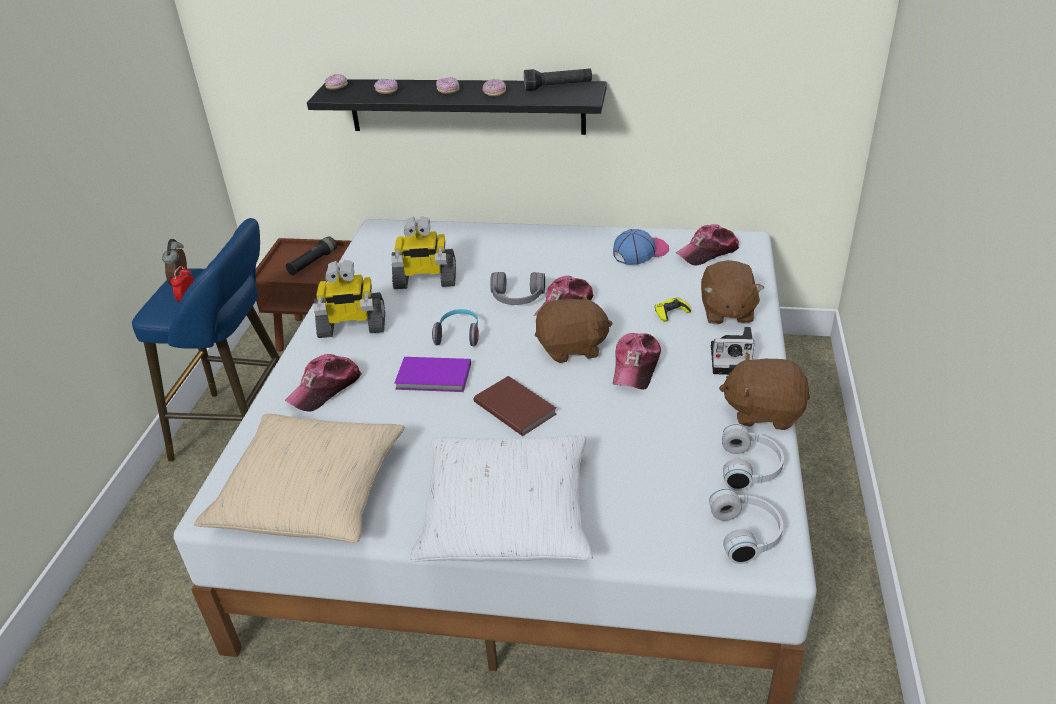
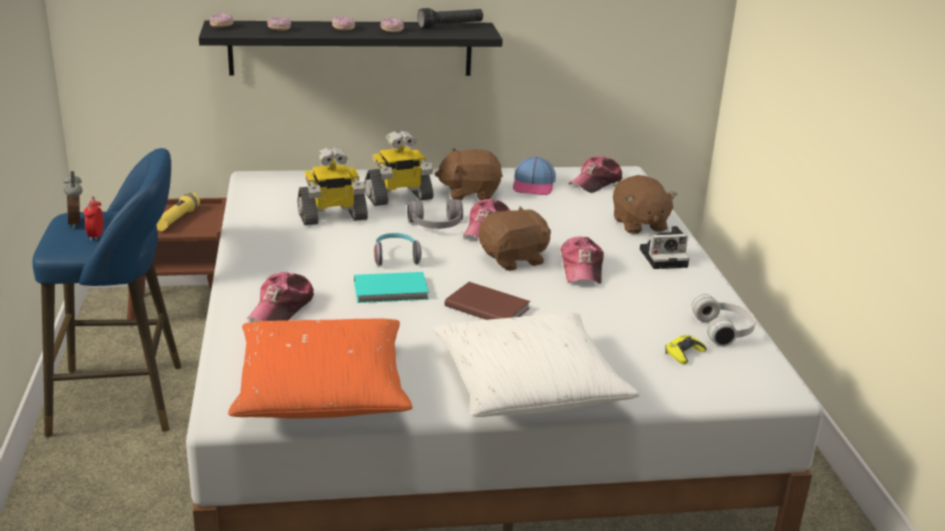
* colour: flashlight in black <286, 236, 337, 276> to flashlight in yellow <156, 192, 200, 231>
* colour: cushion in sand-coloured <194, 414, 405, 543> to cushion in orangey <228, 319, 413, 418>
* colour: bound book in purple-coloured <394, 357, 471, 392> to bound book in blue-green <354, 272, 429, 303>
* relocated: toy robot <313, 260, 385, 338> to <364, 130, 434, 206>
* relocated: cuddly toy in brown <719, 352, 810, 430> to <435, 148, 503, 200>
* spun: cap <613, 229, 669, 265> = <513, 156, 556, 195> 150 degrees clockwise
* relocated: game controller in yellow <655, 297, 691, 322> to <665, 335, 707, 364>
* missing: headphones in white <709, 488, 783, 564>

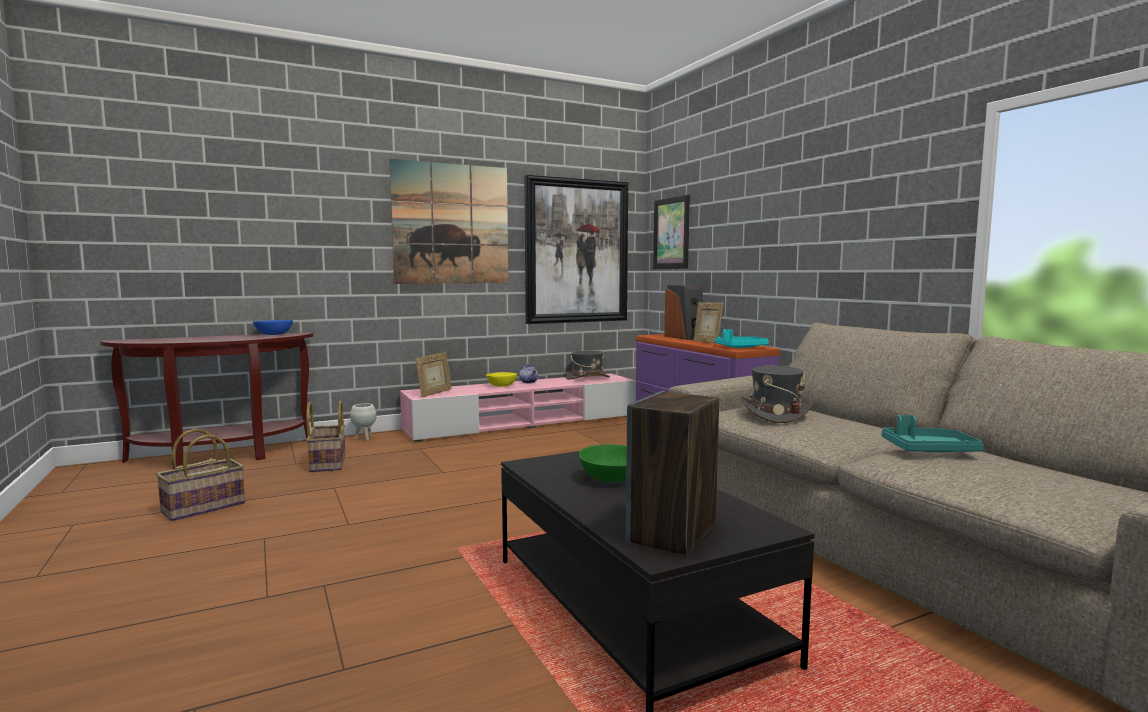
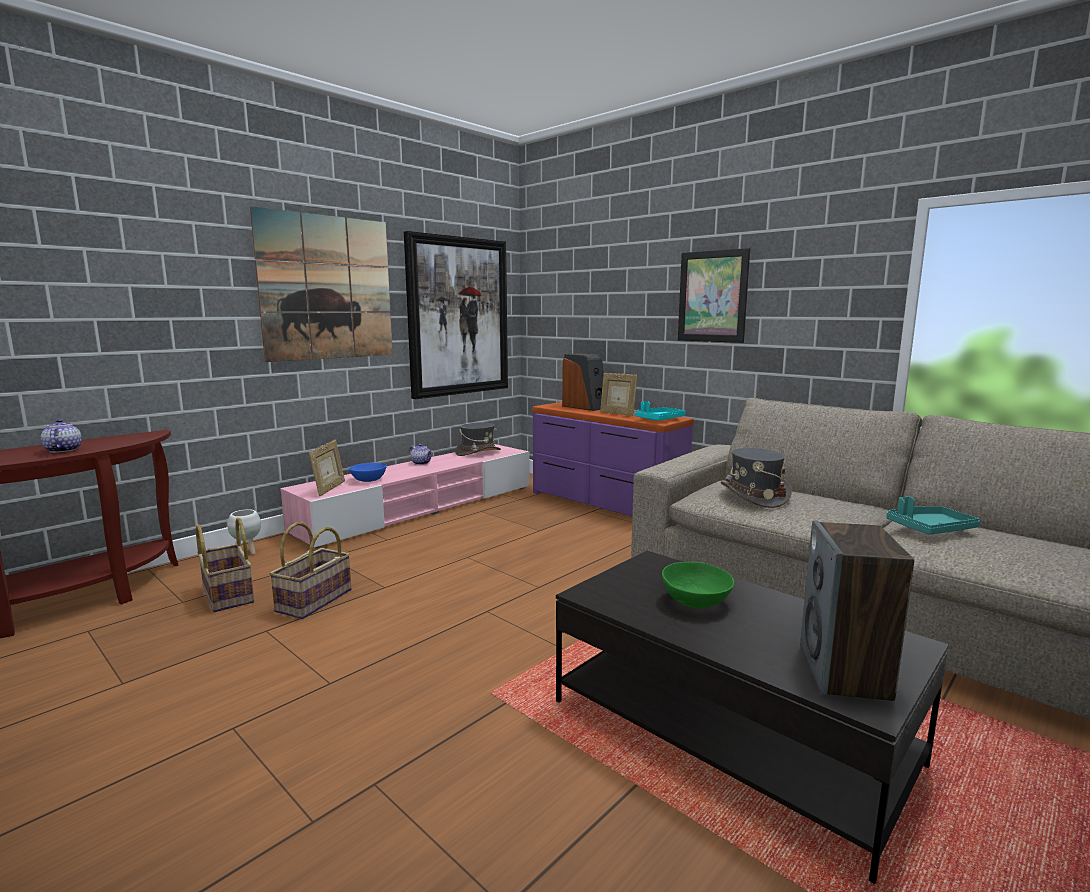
* appeared: tea pot <41, 419, 82, 453>
* relocated: household basket <156, 428, 245, 521> to <269, 522, 351, 619>
* relocated: serving bowl in blue <253, 320, 293, 335> to <349, 463, 387, 482>
* relocated: wall picture <653, 195, 690, 269> to <678, 248, 750, 343>
* missing: serving bowl in yellow <486, 372, 517, 387>

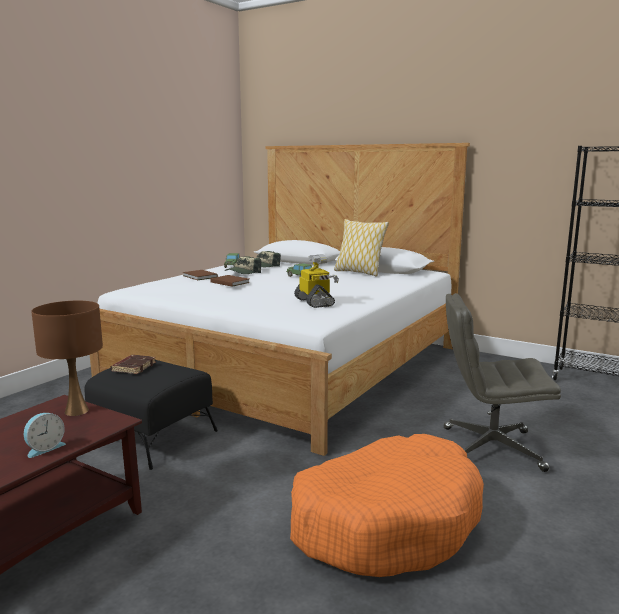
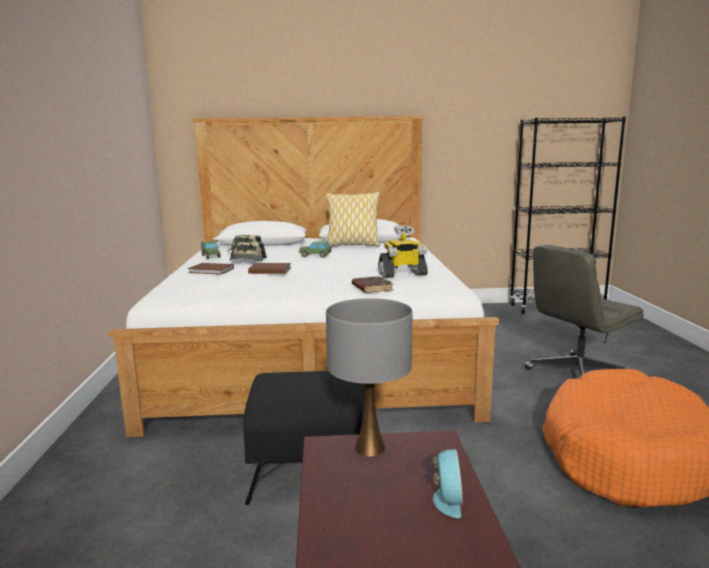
* colour: lamp for a table in brown <31, 301, 103, 416> to lamp for a table in greyish <326, 298, 412, 457>
* relocated: bound book in brown <111, 355, 156, 374> to <352, 276, 393, 293>
* spun: toy robot <294, 254, 339, 308> = <378, 225, 428, 278> 135 degrees clockwise

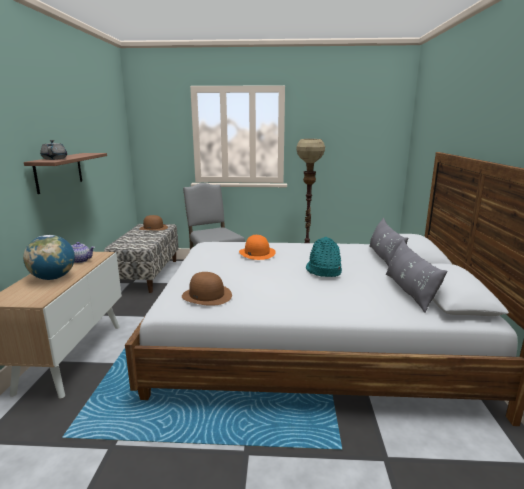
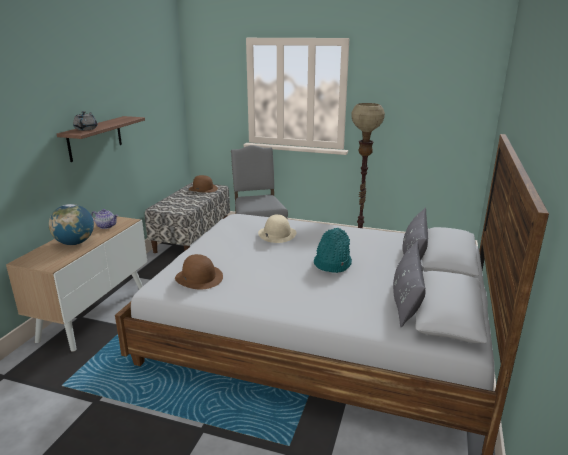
* colour: wearable hat in orangey <239, 235, 276, 260> to wearable hat in sand-coloured <258, 214, 297, 243>

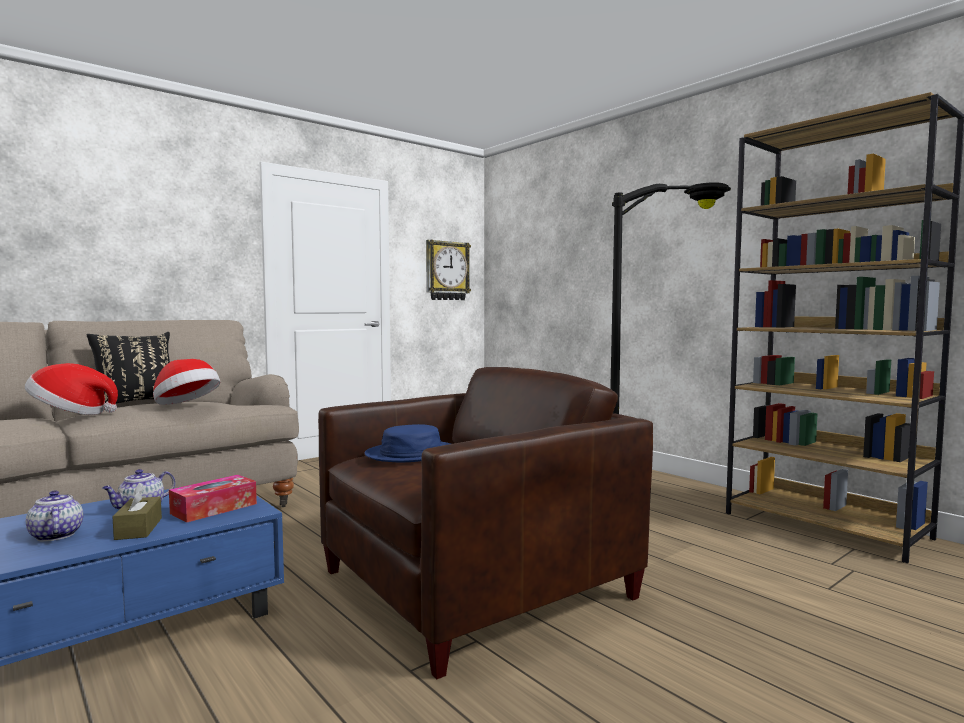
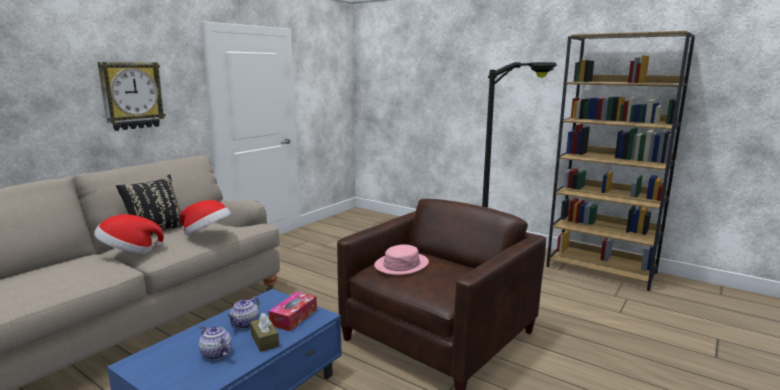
* relocated: hanging clock <426, 240, 471, 300> to <98, 62, 166, 131>
* colour: wearable hat in blue <365, 424, 451, 462> to wearable hat in pink <374, 244, 429, 275>

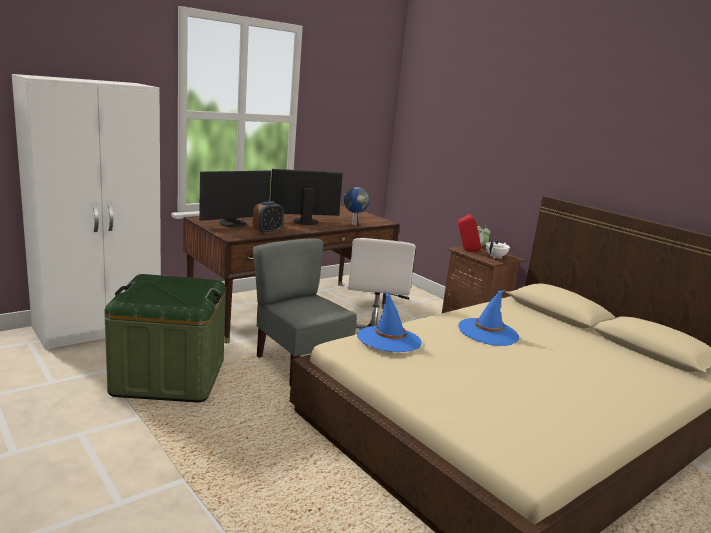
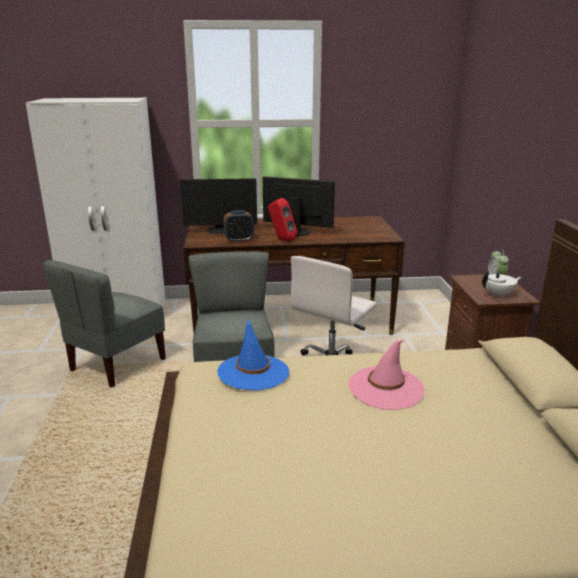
* exchanged: storage container in green-coloured <104, 274, 226, 403> to upright chair in greyish <43, 260, 166, 387>
* relocated: audio speaker in red <458, 214, 481, 251> to <268, 198, 298, 241>
* colour: wearable hat in blue <458, 290, 519, 346> to wearable hat in pink <349, 340, 424, 410>
* missing: desk globe <344, 187, 370, 225>

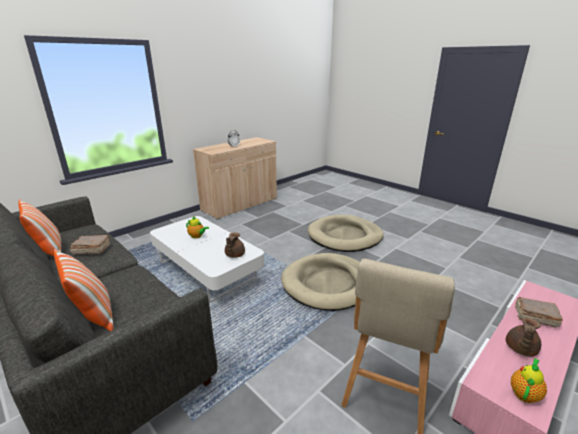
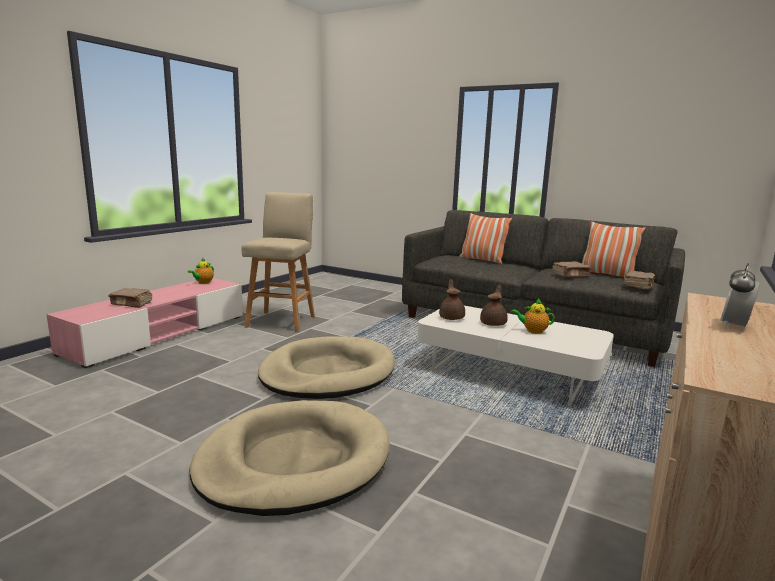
* relocated: tea pot in brown <506, 317, 541, 357> to <480, 285, 508, 326>
* appeared: bound book in brown <624, 270, 655, 290>

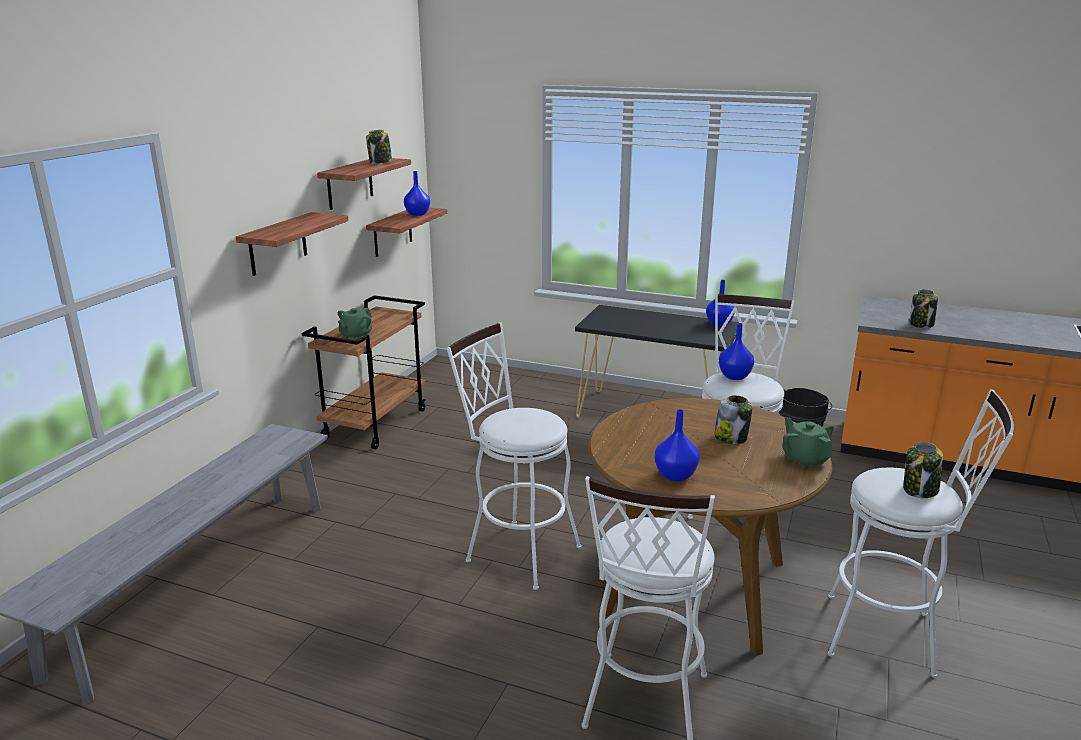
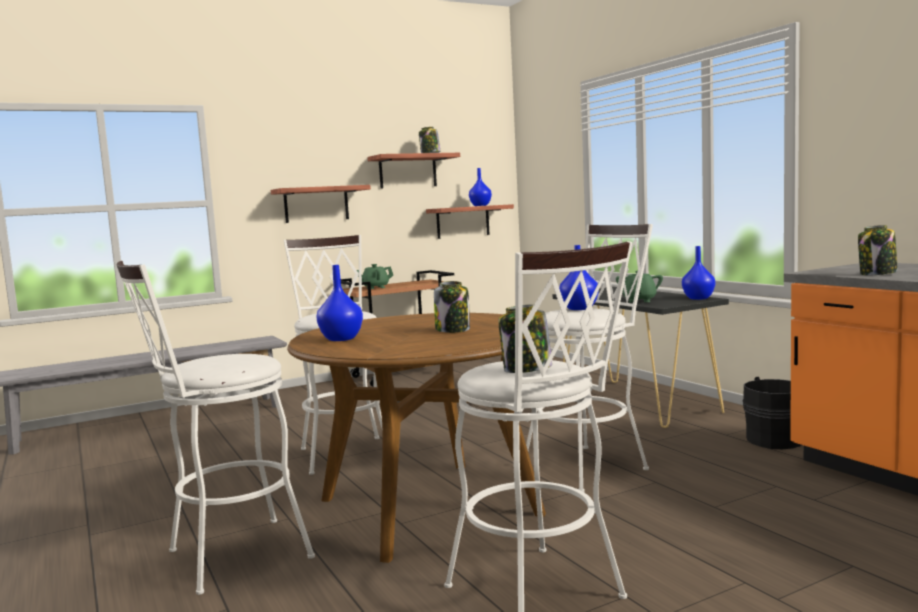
* relocated: tea pot in green-coloured <782, 417, 834, 468> to <616, 270, 663, 303>

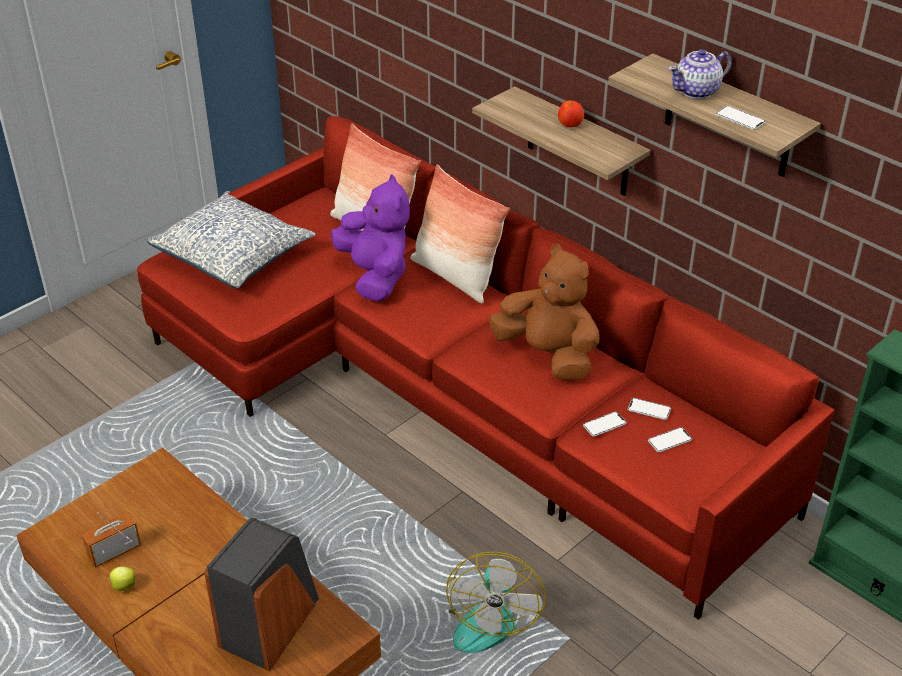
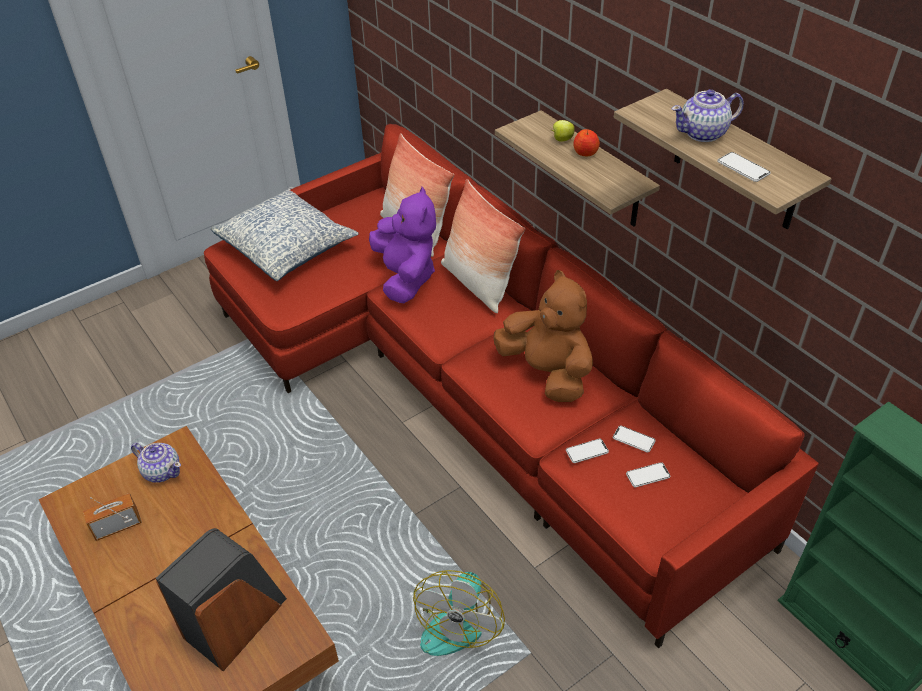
* appeared: tea pot <131, 443, 181, 483>
* relocated: apple fruit <108, 566, 135, 591> to <551, 120, 575, 142>

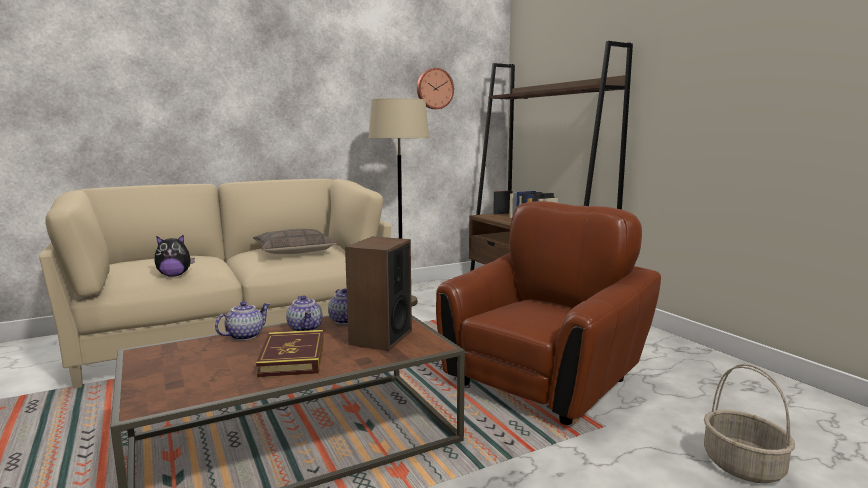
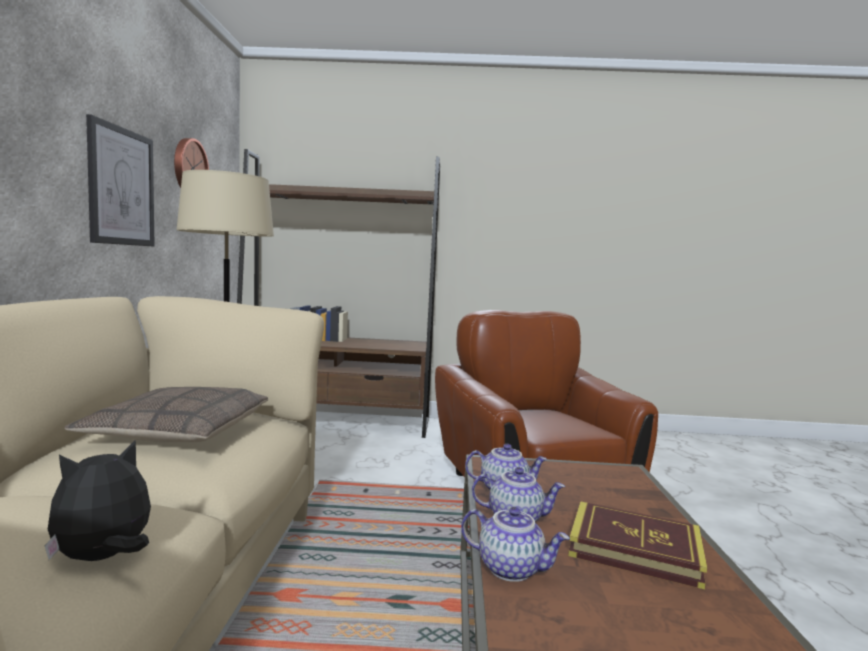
* spun: cuddly toy <154, 235, 195, 277> = <44, 441, 151, 561> 150 degrees counterclockwise
* appeared: wall picture <86, 114, 155, 246>
* spun: tea pot <215, 301, 270, 340> = <461, 507, 570, 582> 135 degrees clockwise
* missing: audio speaker <345, 237, 412, 351>
* missing: household basket <704, 364, 795, 483>

